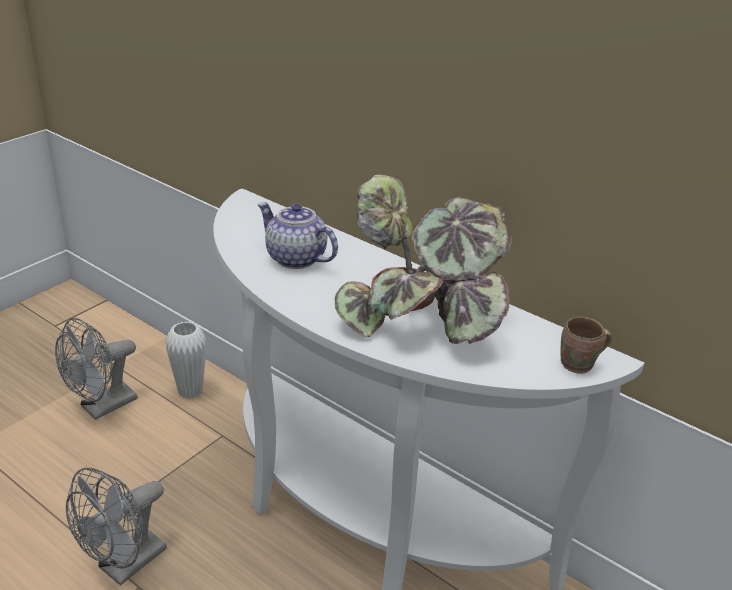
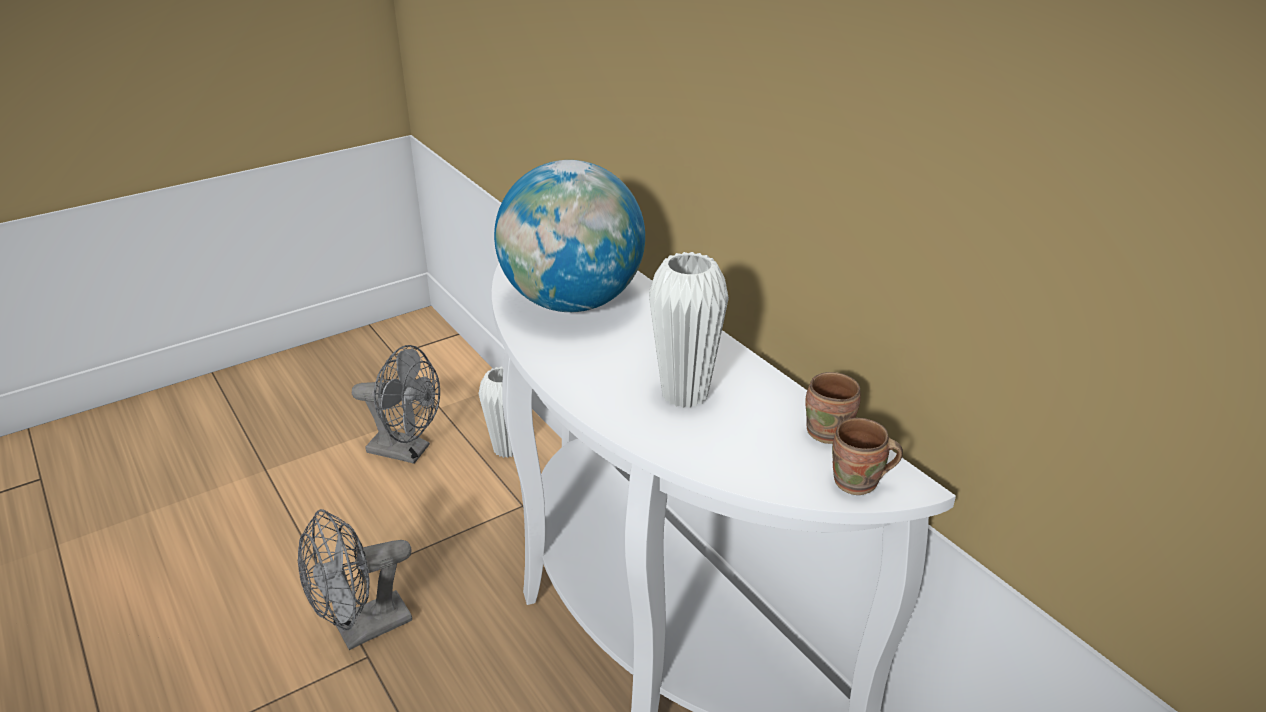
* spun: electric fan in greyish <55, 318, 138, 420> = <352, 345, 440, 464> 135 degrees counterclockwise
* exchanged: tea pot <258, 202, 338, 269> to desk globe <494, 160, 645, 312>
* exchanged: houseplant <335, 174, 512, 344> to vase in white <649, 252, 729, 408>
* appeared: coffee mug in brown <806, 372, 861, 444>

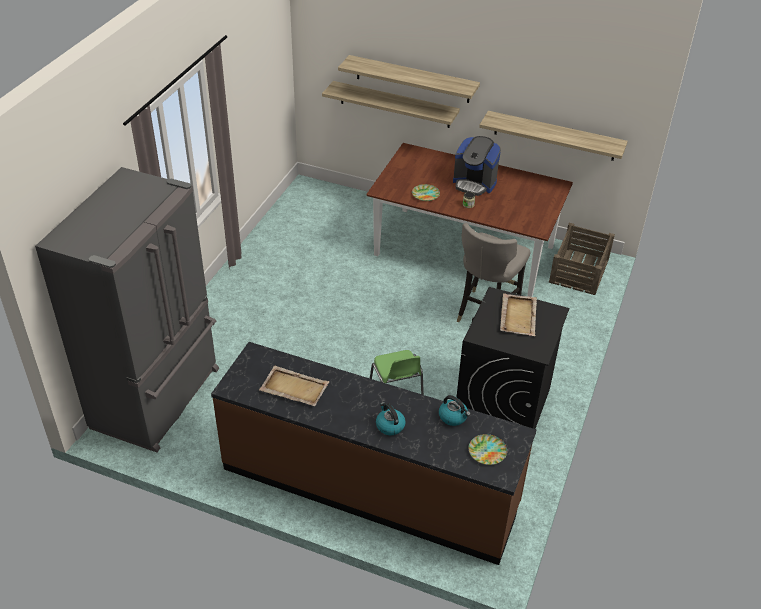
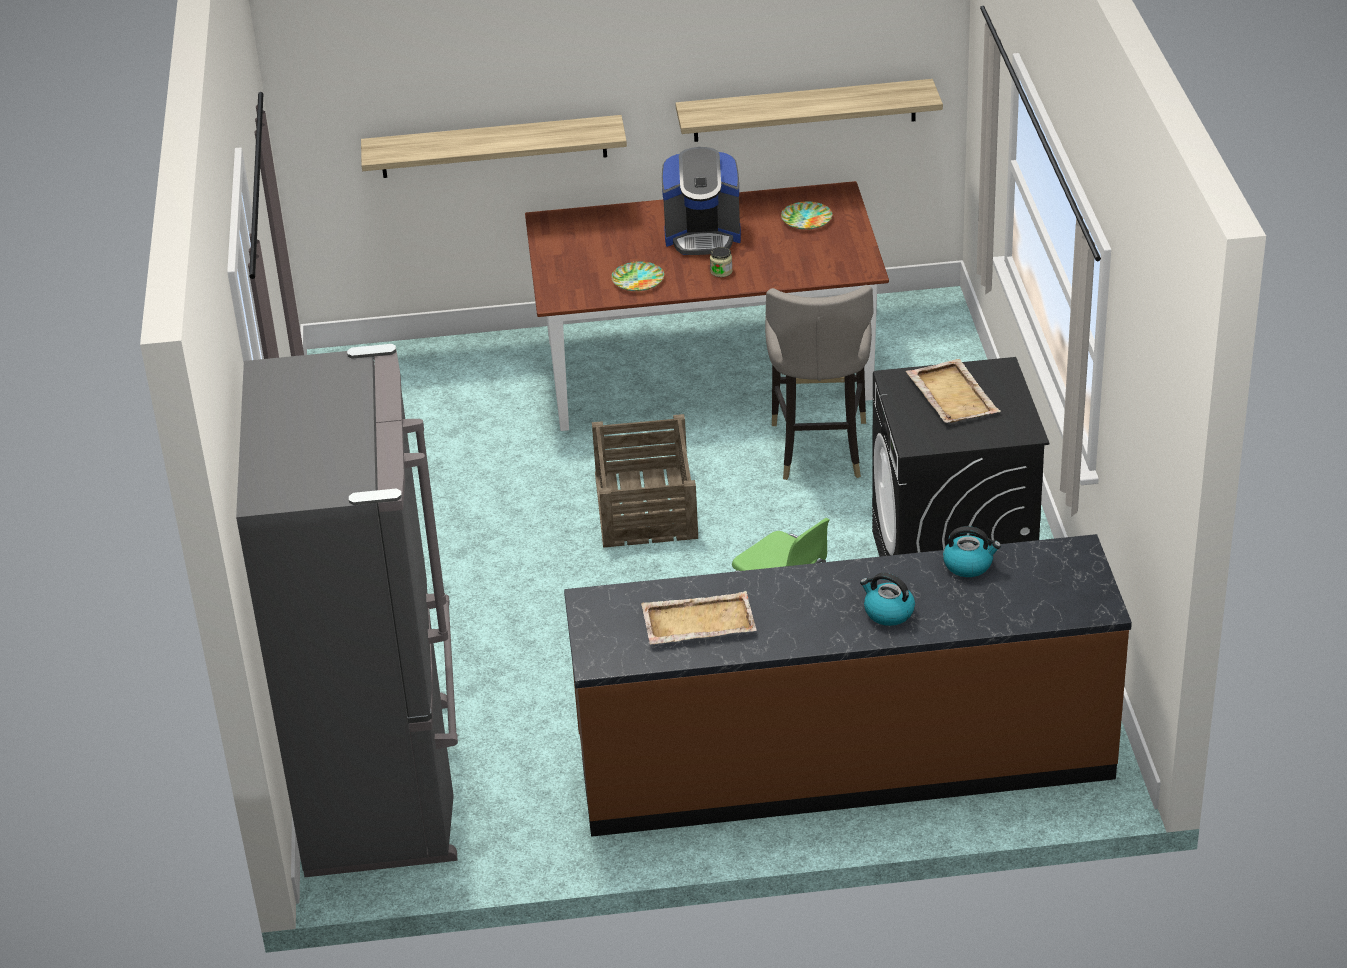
* relocated: crate <549, 223, 615, 295> to <592, 414, 698, 548>
* relocated: plate <468, 434, 507, 465> to <781, 201, 832, 230>
* missing: shelf <338, 55, 480, 103>

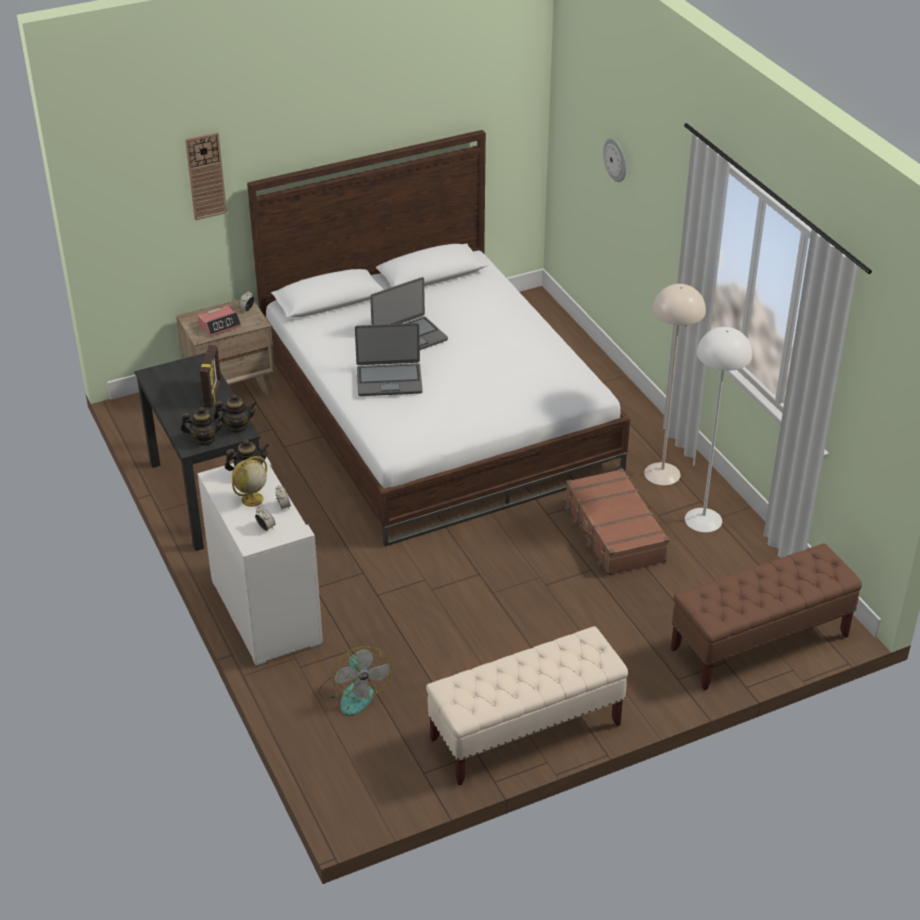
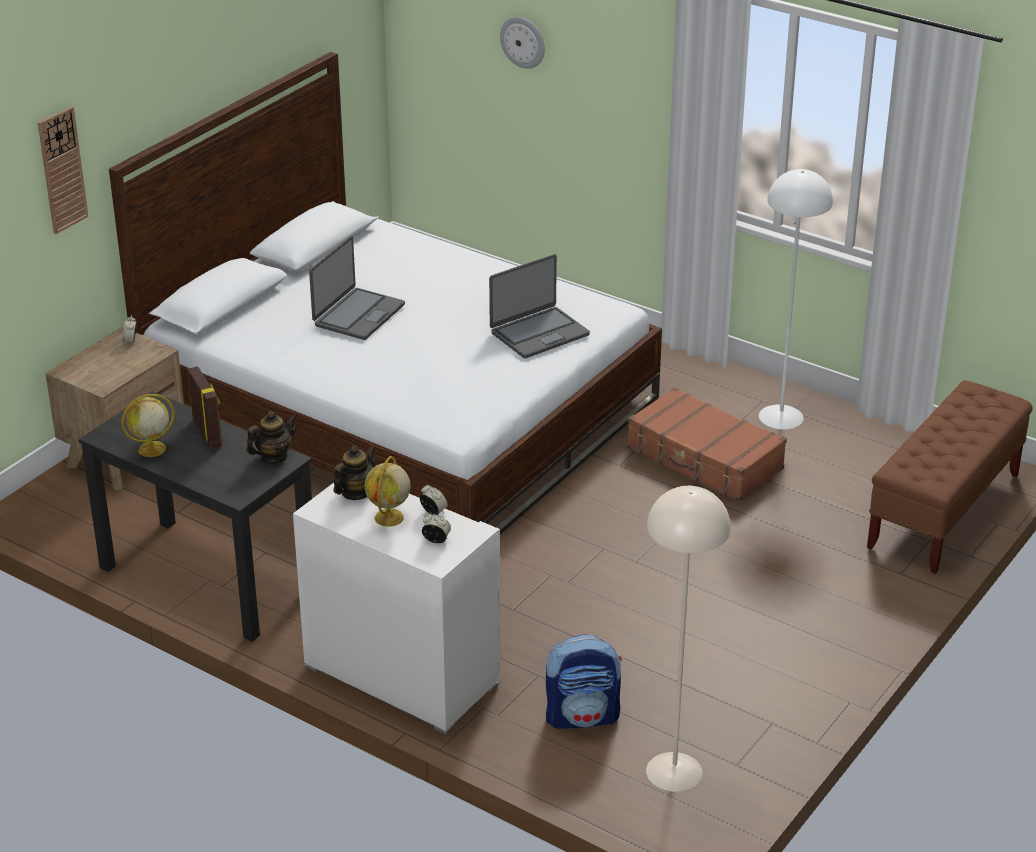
* appeared: desk globe <121, 394, 174, 457>
* relocated: portable computer <355, 323, 423, 396> to <489, 254, 590, 358>
* exchanged: electric fan <318, 646, 392, 716> to backpack <546, 635, 622, 729>
* relocated: floor lamp in sand-coloured <644, 284, 706, 485> to <646, 486, 731, 792>
* missing: tea pot <180, 407, 224, 445>
* missing: alarm clock <198, 305, 242, 337>
* missing: indoor bench in sand-coloured <426, 626, 628, 785>

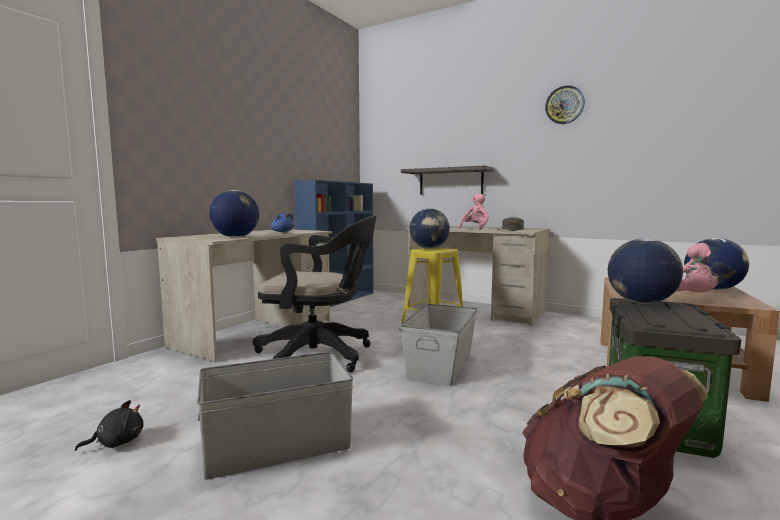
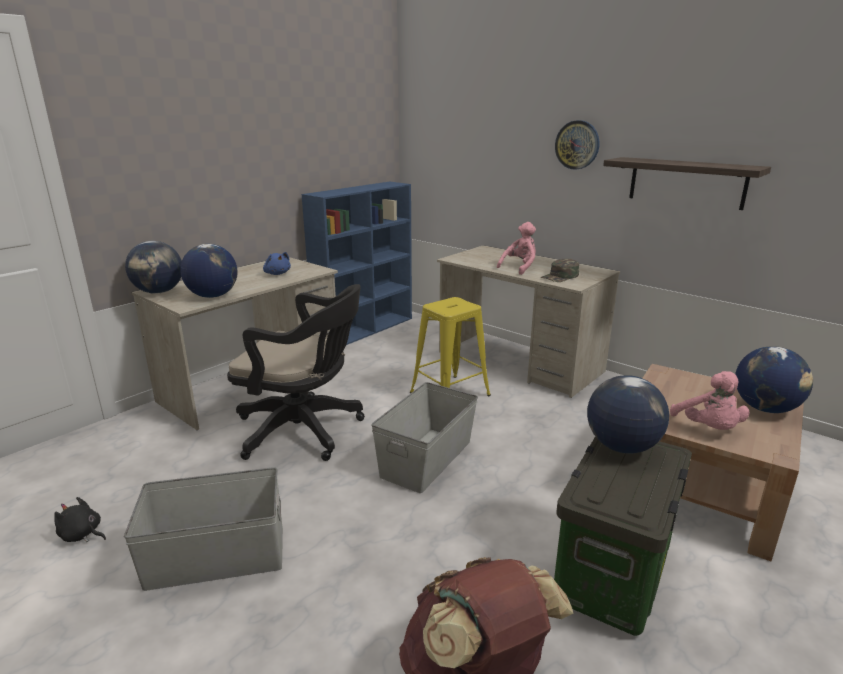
* spun: cuddly toy in black <75, 400, 143, 451> = <54, 497, 106, 542> 135 degrees counterclockwise
* relocated: desk globe <409, 208, 450, 249> to <125, 241, 182, 294>
* relocated: hanging clock <545, 85, 585, 124> to <555, 120, 599, 170>
* relocated: shelf <401, 165, 493, 195> to <603, 157, 771, 210>

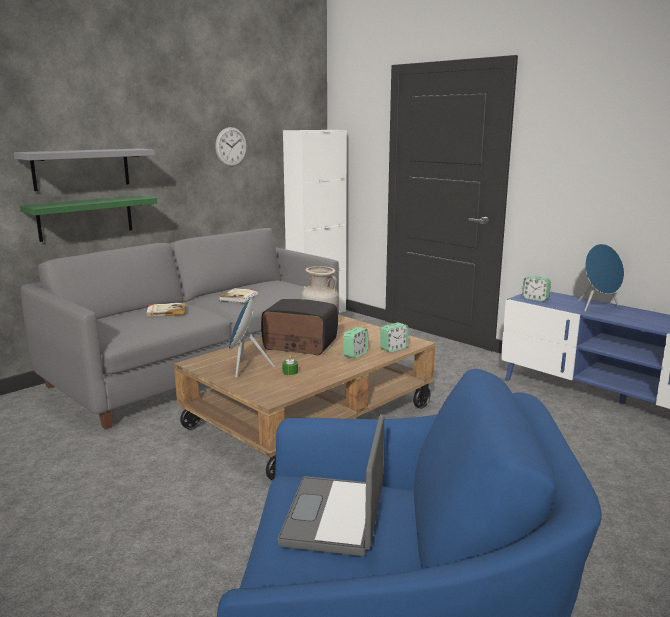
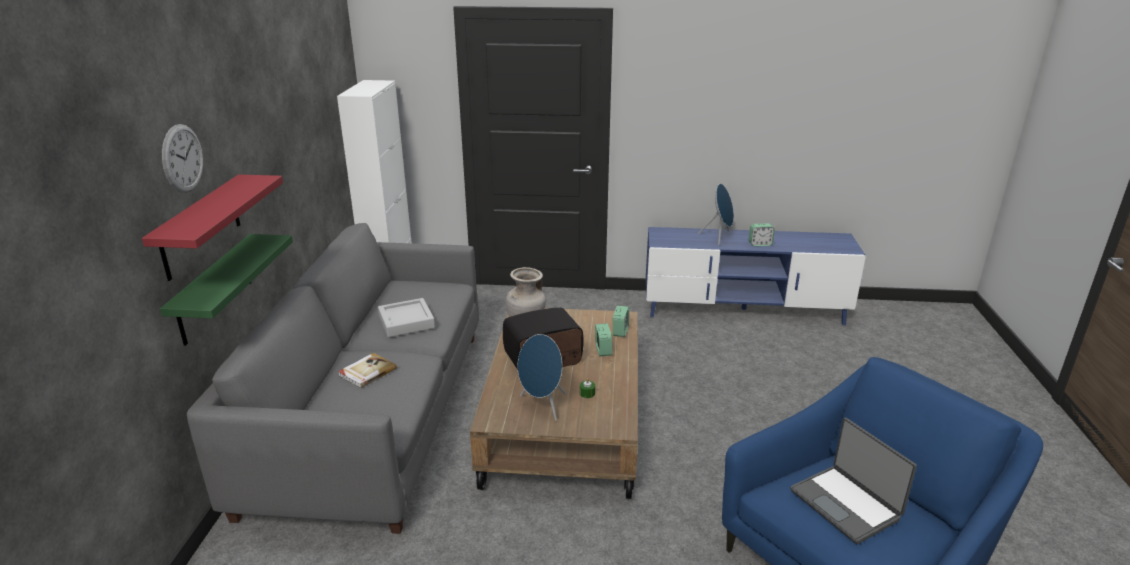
* colour: shelf in greyish <14, 149, 155, 191> to shelf in red <142, 174, 283, 281>
* relocated: hanging clock <215, 127, 247, 167> to <162, 124, 203, 193>
* exchanged: bound book <219, 288, 258, 303> to tray in greyish <378, 298, 435, 337>
* relocated: alarm clock <522, 276, 551, 302> to <749, 223, 775, 246>

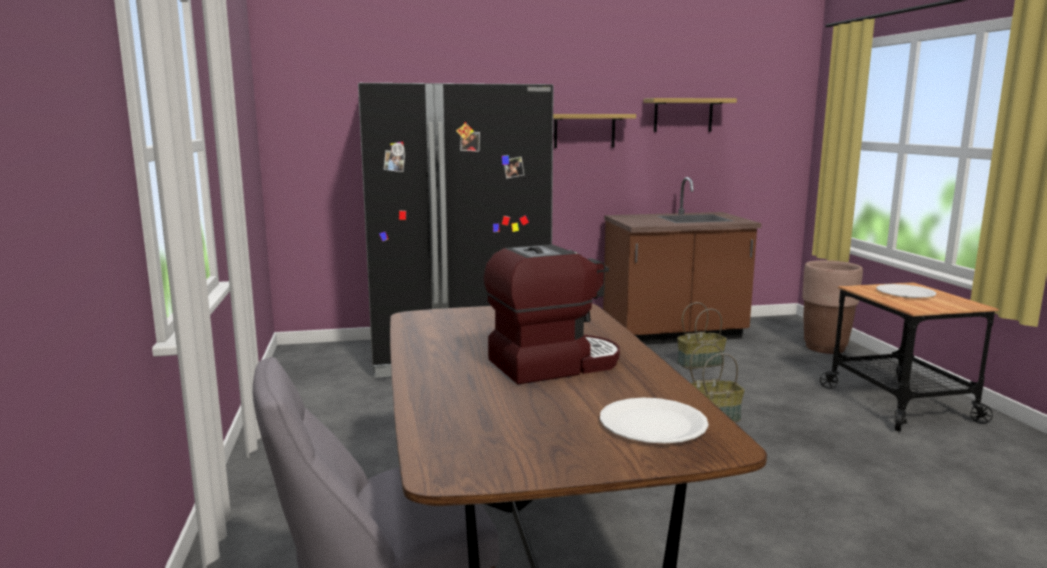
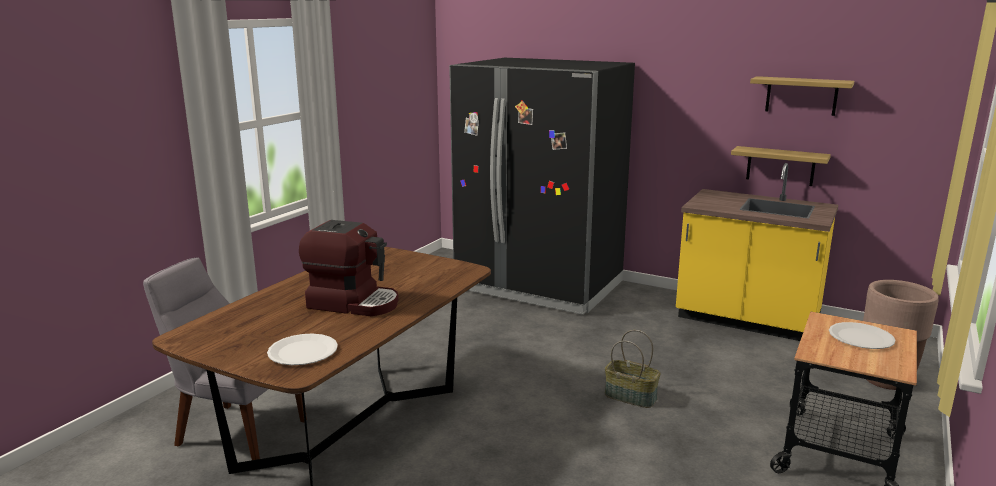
* colour: kitchen counter in brown <603, 177, 762, 345> to kitchen counter in yellow <676, 163, 838, 341>
* relocated: shelf <553, 114, 636, 148> to <731, 146, 831, 186>
* missing: household basket <677, 302, 727, 369>

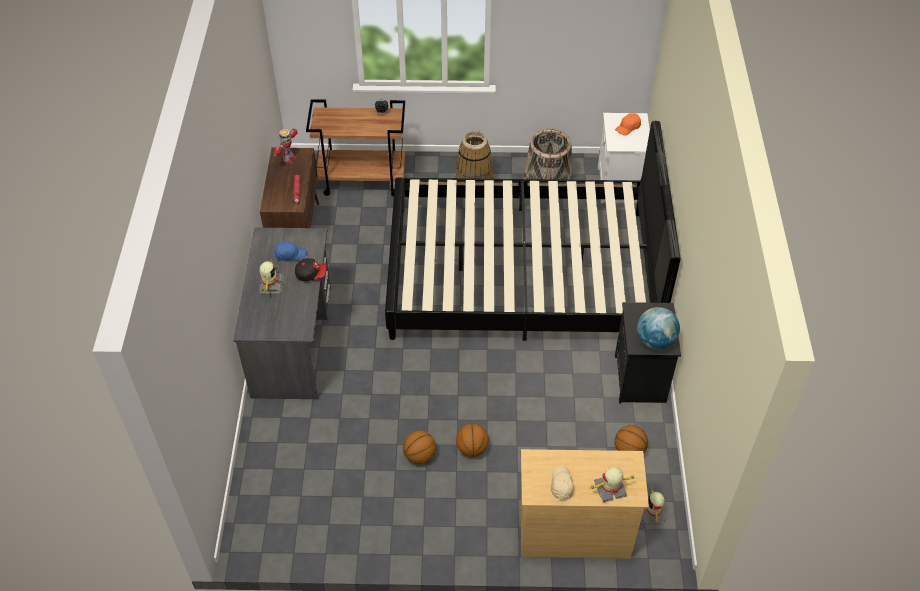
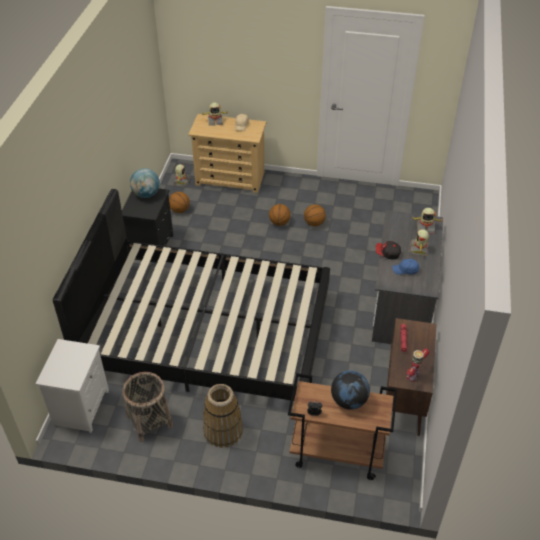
* appeared: desk globe <331, 370, 370, 409>
* appeared: toy robot <412, 208, 443, 234>
* missing: cap in orangey <615, 113, 641, 136>

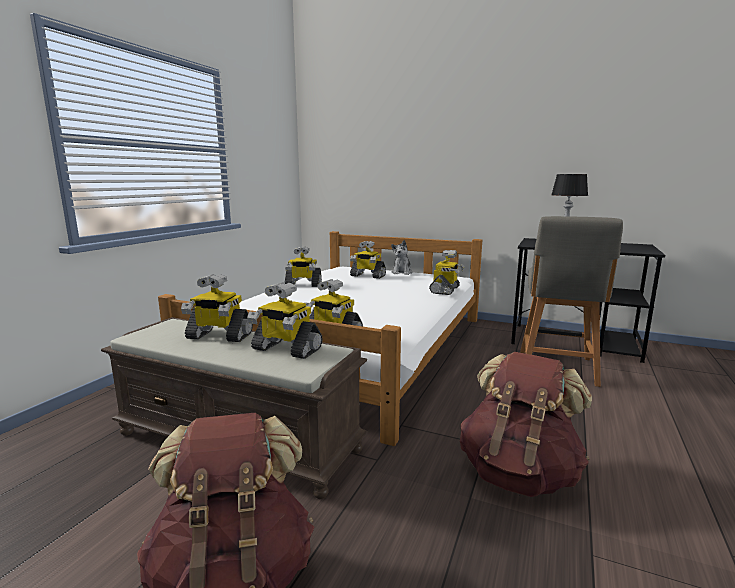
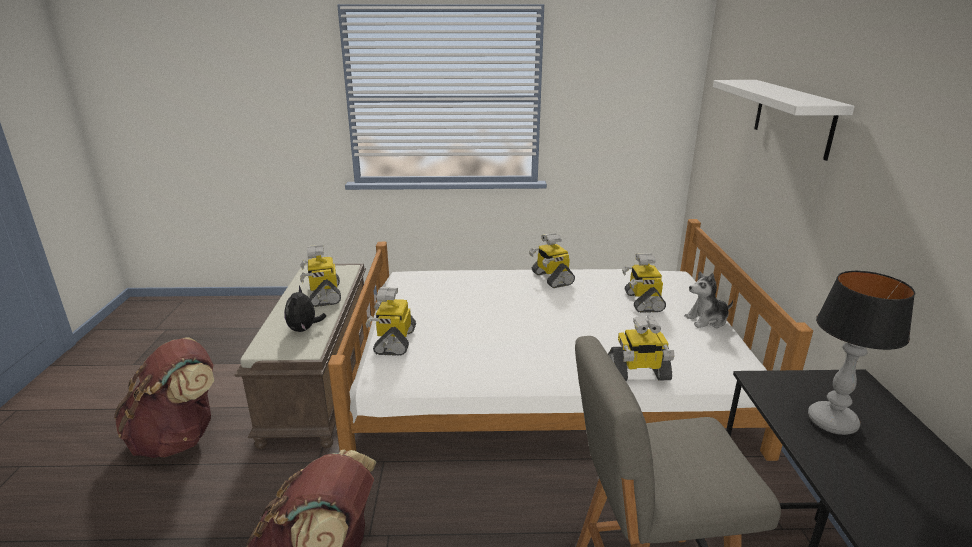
* exchanged: toy robot <247, 282, 323, 359> to cuddly toy <285, 286, 326, 332>
* appeared: shelf in white <713, 80, 855, 161>

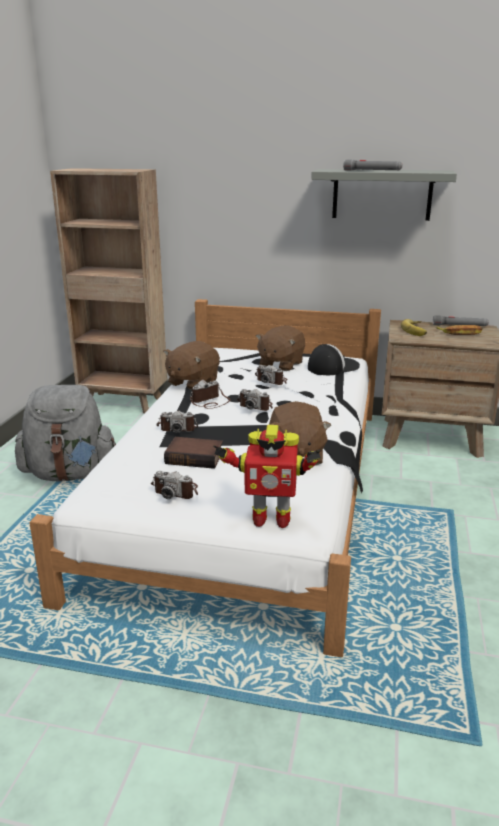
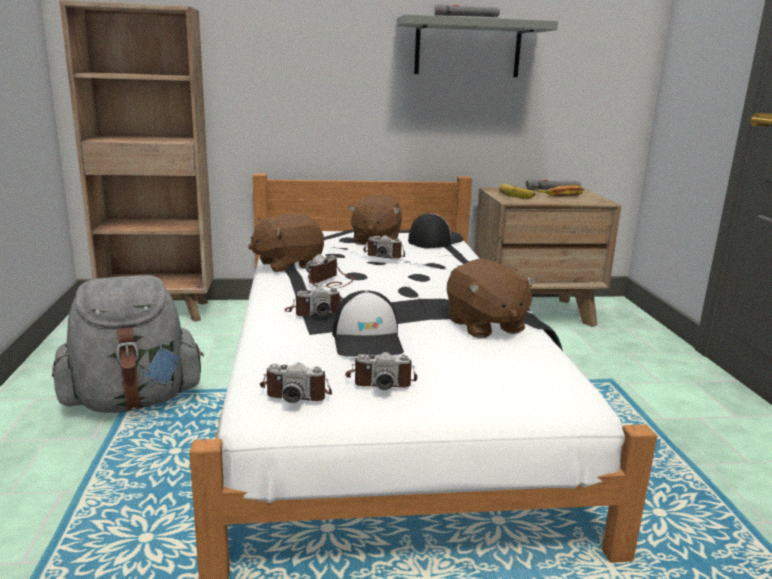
* spun: cuddly toy in brown <163, 341, 220, 390> = <248, 214, 324, 272> 45 degrees clockwise
* relocated: photo camera <237, 389, 273, 411> to <260, 363, 332, 403>
* exchanged: bound book <164, 437, 223, 469> to cap <332, 290, 404, 357>
* missing: toy robot <213, 425, 321, 528>

